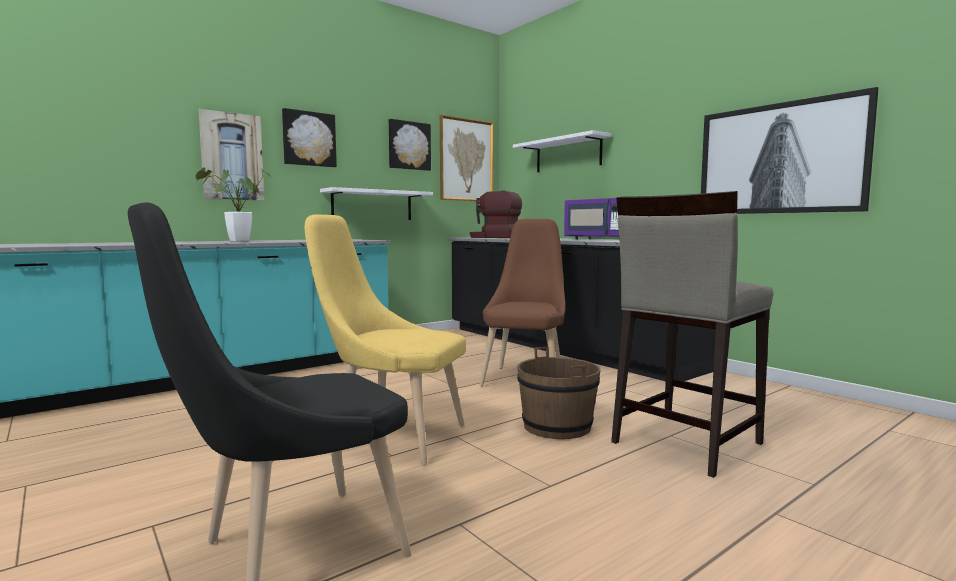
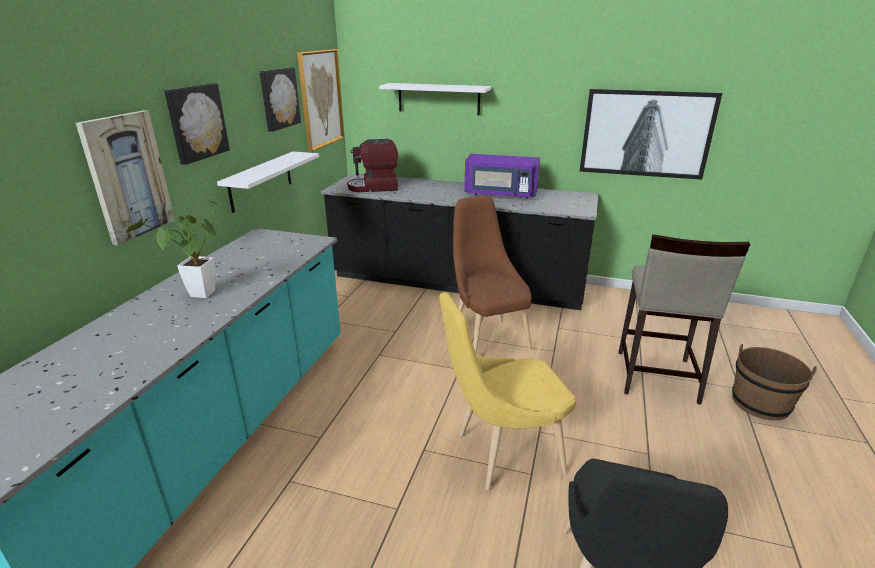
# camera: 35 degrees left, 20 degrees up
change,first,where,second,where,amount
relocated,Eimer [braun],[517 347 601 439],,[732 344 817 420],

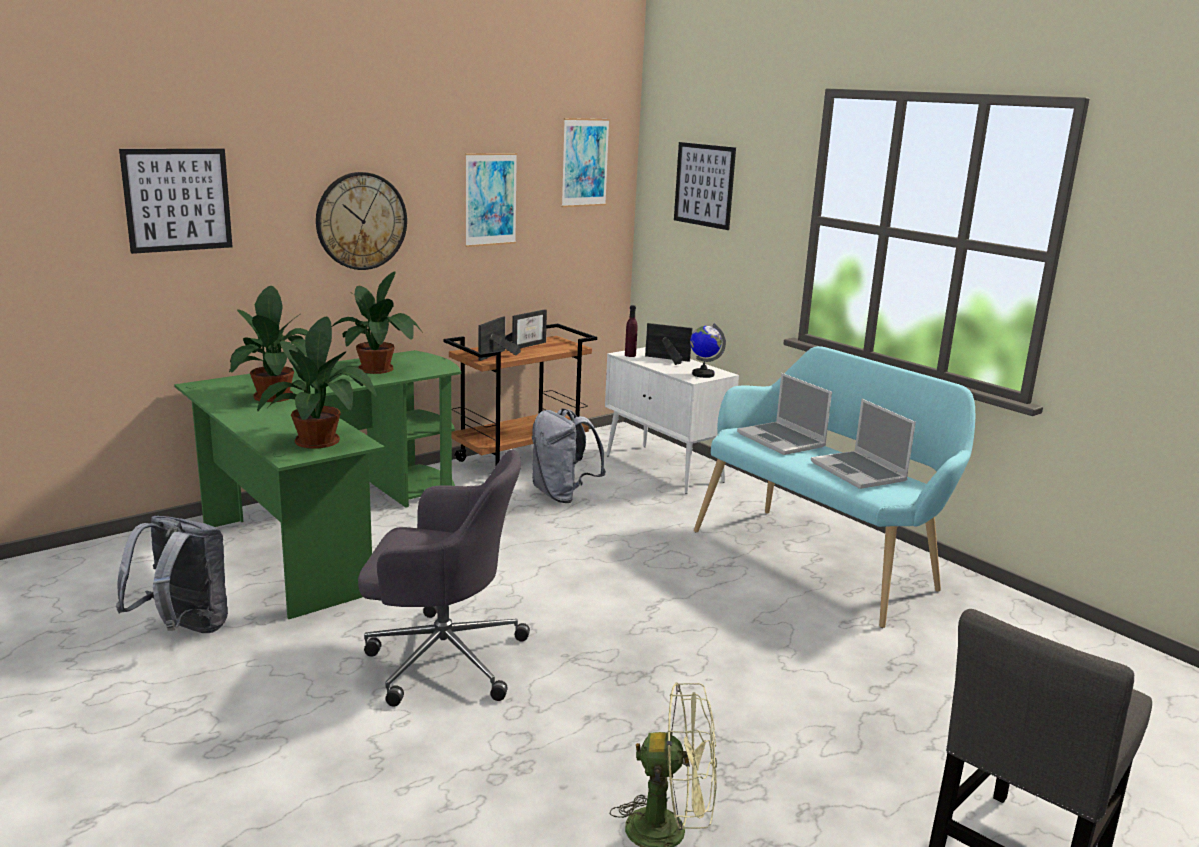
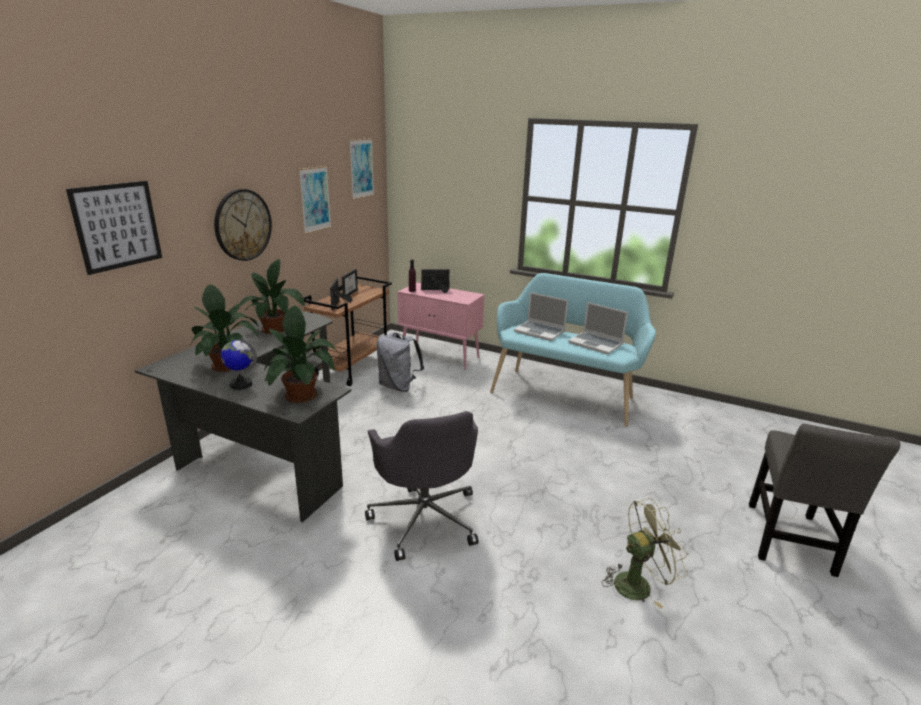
# camera: 25 degrees left, 5 degrees up
change,first,where,second,where,amount
missing,Rucksack [grau],[116 516 228 633],,,
missing,Bild,[674 142 736 230],,,
relocated,Globus,[690 323 726 378],,[221 338 257 390],
colour,Schreibtisch [grün],[174 350 461 619],Schreibtisch [schwarz],[135 311 351 522],
colour,Schrank [weiß],[605 347 739 494],Schrank [rosa],[397 282 484 370],
spun,Bürostuhl [grau],[358 450 530 707],,[365 411 478 561],90 degrees clockwise

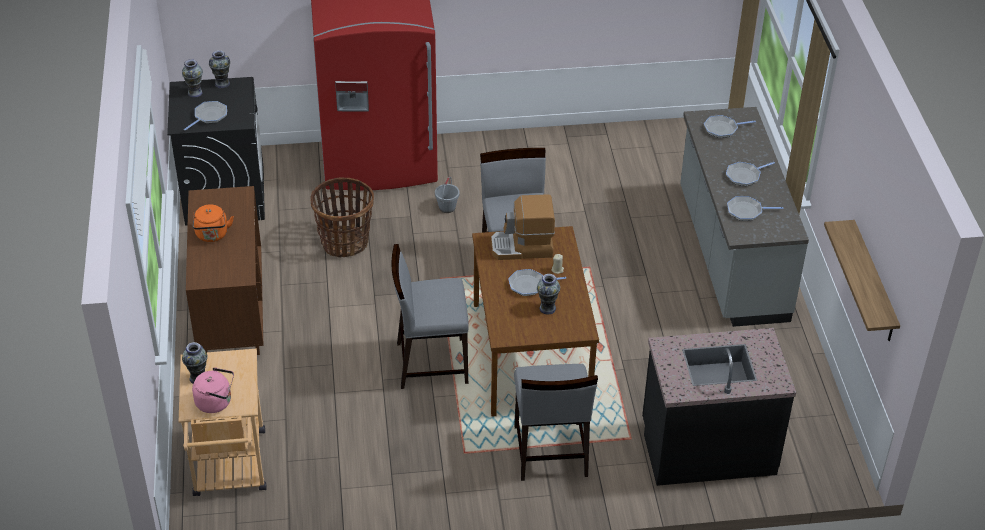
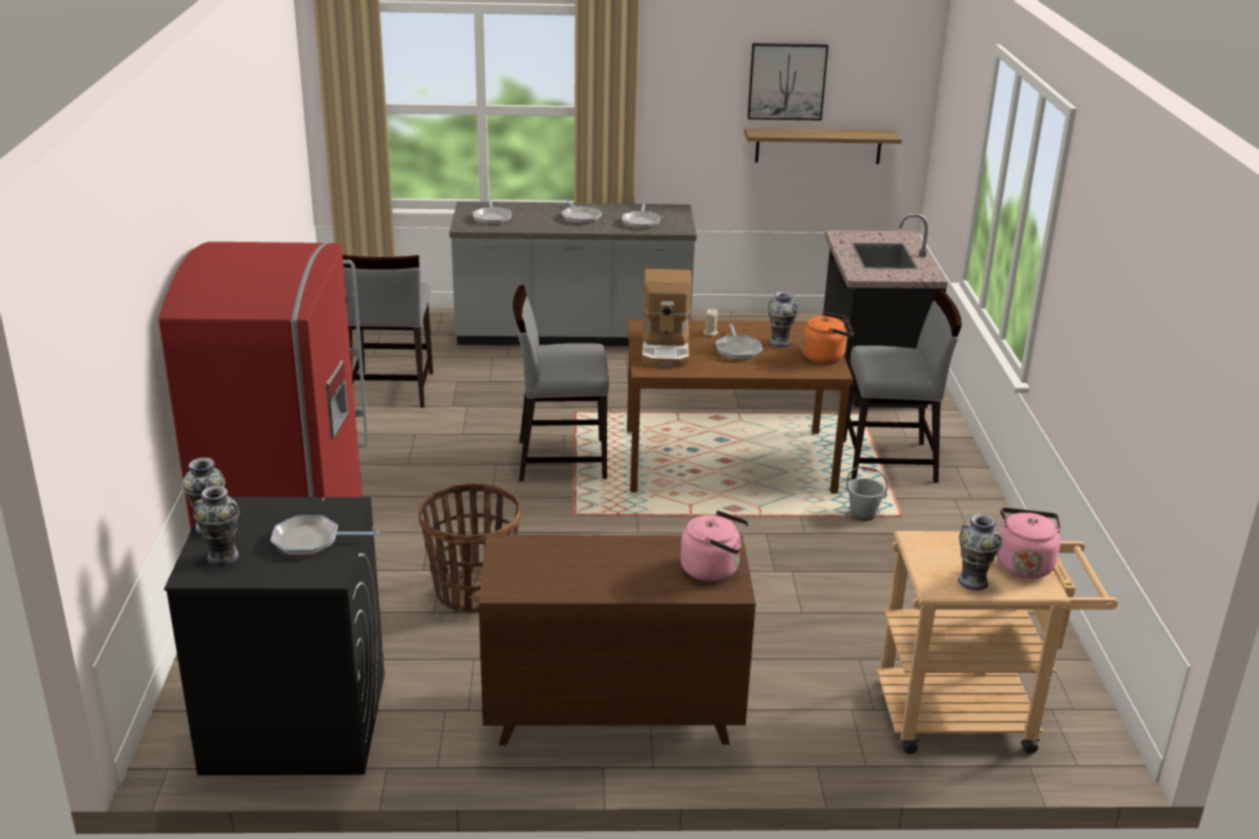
# camera: 85 degrees left, 15 degrees down
change,first,where,second,where,amount
appeared,,,Wasserkessel [rosa],[680 511 749 581],
appeared,,,Bild,[747 43 829 121],
relocated,Wasserkessel [orange],[193 204 234 242],,[802 312 854 363],
relocated,Stuhl [grau],[392 244 469 389],,[343 255 433 408],
relocated,Eimer [grau],[435 177 460 213],,[846 466 888 521],
spun,Pfanne,[184 101 227 130],,[270 515 378 555],45 degrees counterclockwise

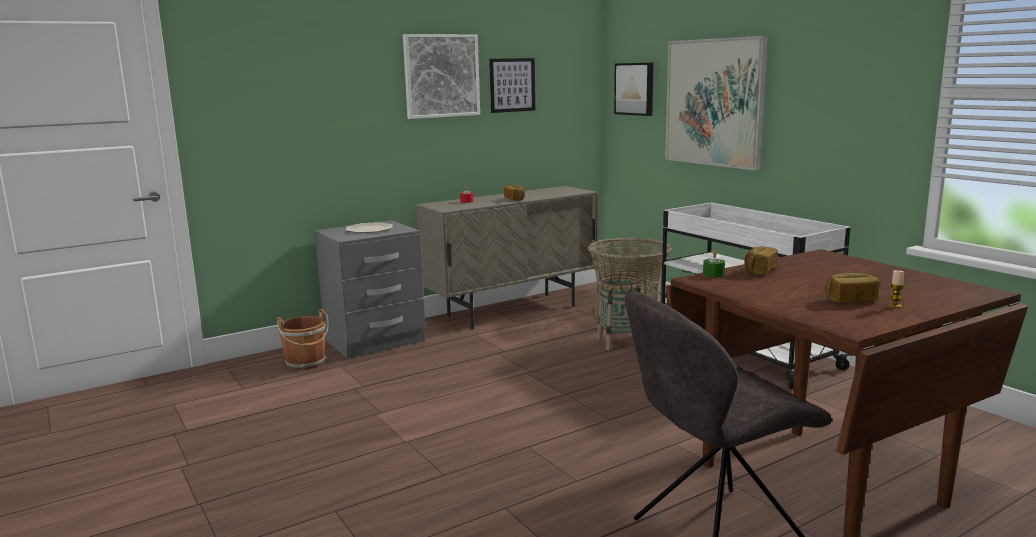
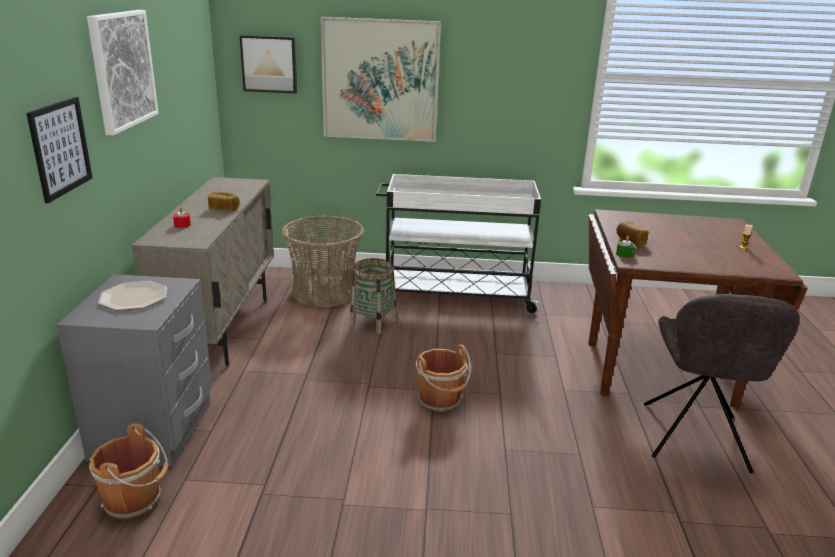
# camera: 55 degrees left, 10 degrees up
change,first,where,second,where,amount
missing,Brot,[825 273 879 302],,,
appeared,,,Eimer [braun],[416 344 471 412],
relocated,Bild,[489 58 535 113],,[26 97 92 203],

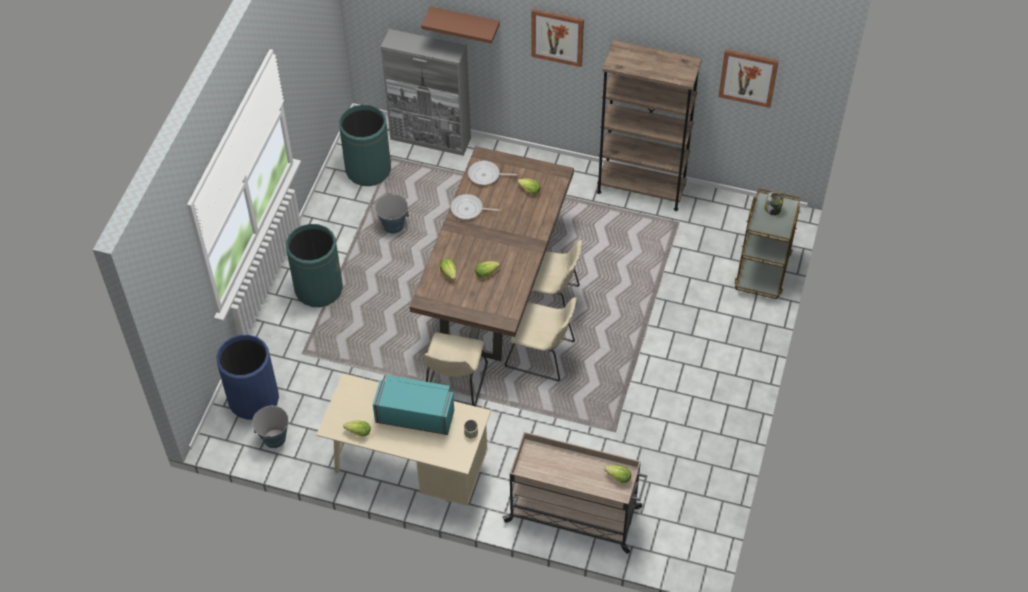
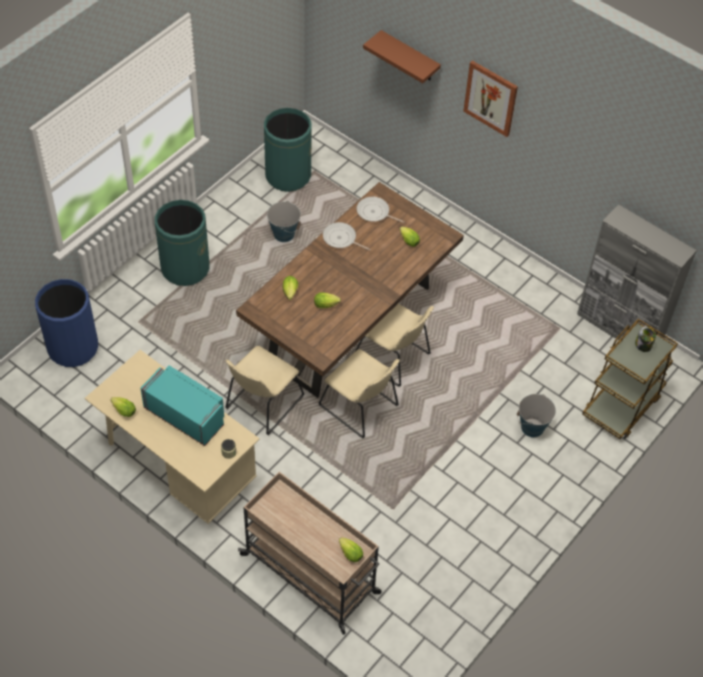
# camera: 20 degrees right, 0 degrees up
change,first,where,second,where,amount
missing,Bücherregal [braun],[597 40 702 211],,,
missing,Bild,[718 49 779 108],,,
relocated,Eimer,[252 405 289 448],,[517 394 556 438],
relocated,Schrank [grau],[381 29 471 156],,[577 204 697 341],

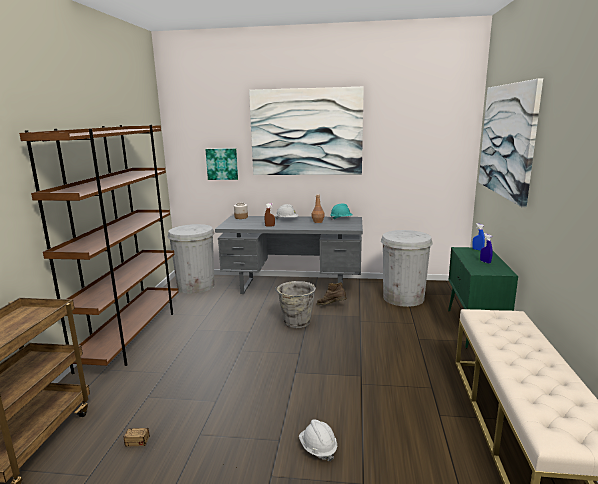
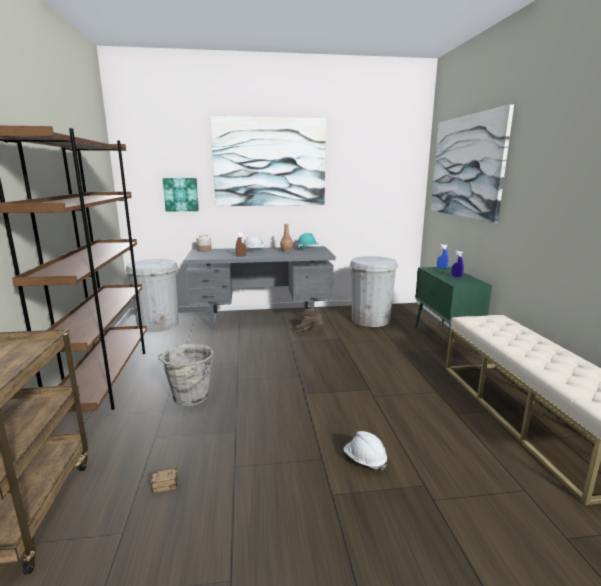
# camera: 15 degrees left, 0 degrees up
change,first,where,second,where,amount
relocated,Eimer [grau],[275 281 316 328],,[158 344 213 406],

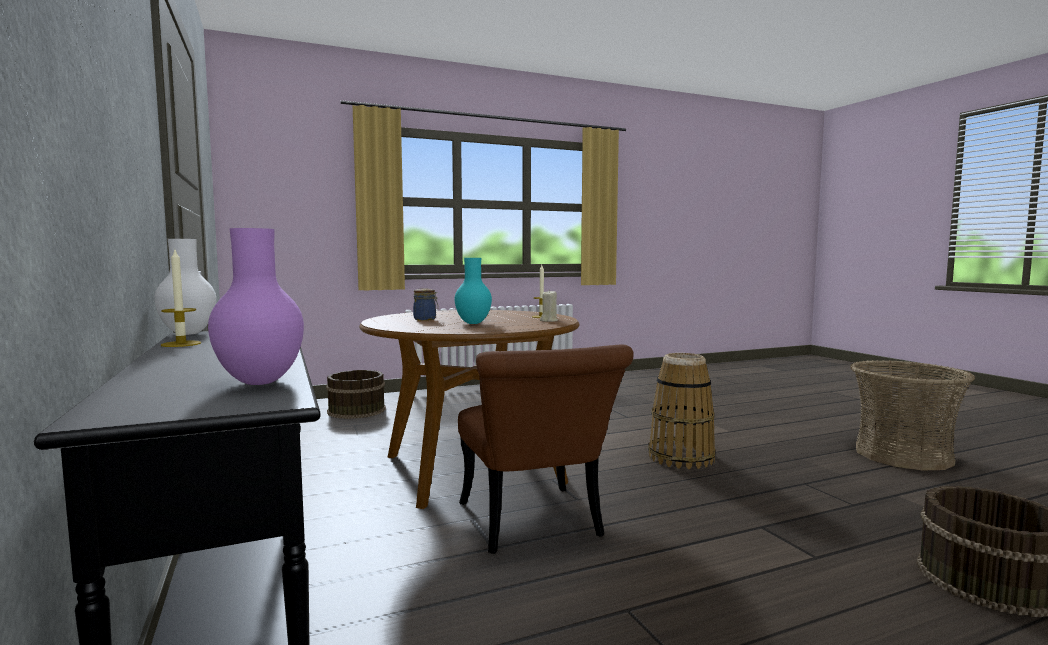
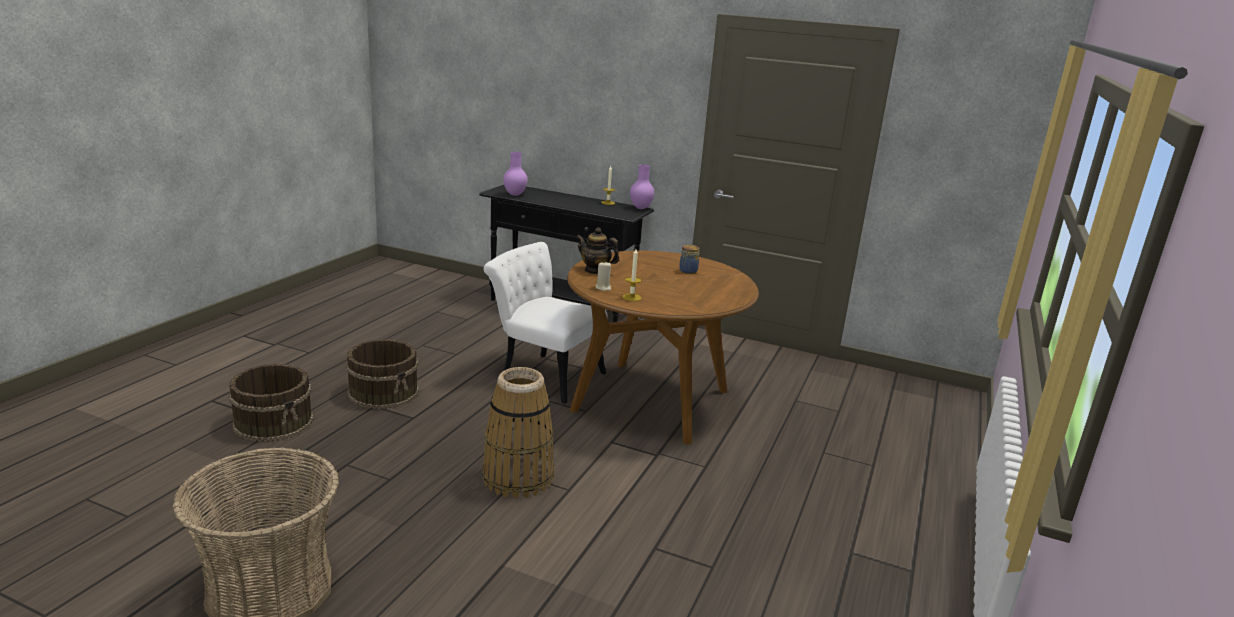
# camera: 135 degrees right, 15 degrees up
change,first,where,second,where,amount
missing,Vase [türkis],[455 258 492 324],,,
appeared,,,Teekanne,[576 227 619 274],
relocated,Eimer [braun],[326 370 386 419],,[346 339 419 409],
colour,Vase [weiß],[154 239 216 335],Vase [lila],[630 164 654 209],
colour,Stuhl [braun],[458 345 634 554],Stuhl [weiß],[484 242 608 404],

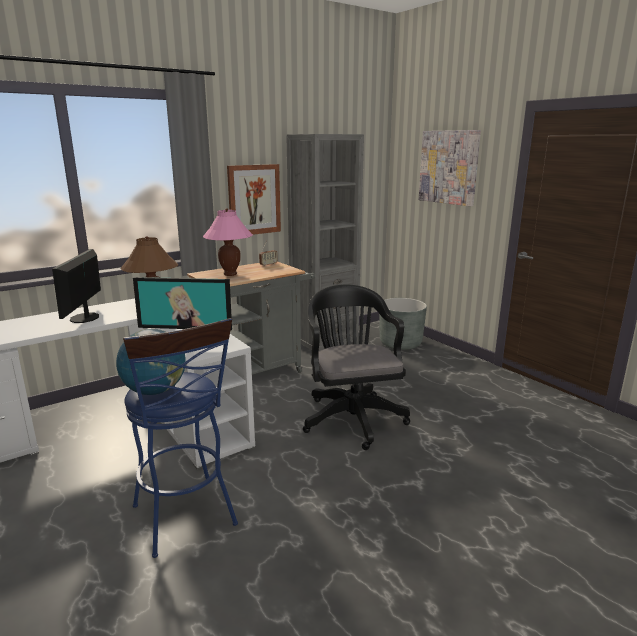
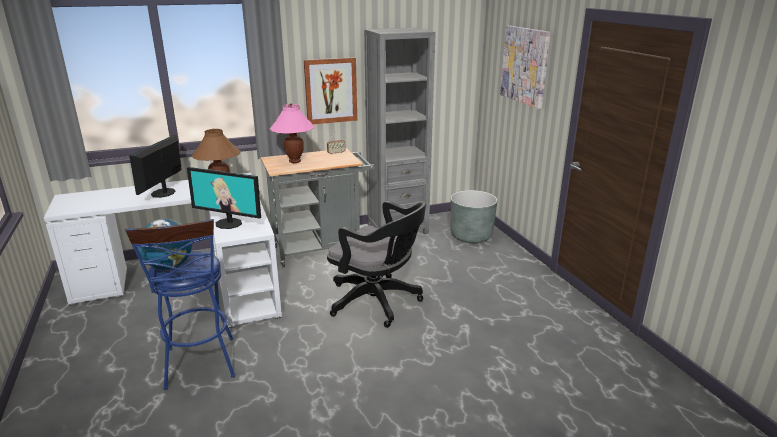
# camera: 15 degrees right, 5 degrees up
change,first,where,second,where,amount
spun,Bürostuhl [schwarz],[303 284 410 450],,[327 201 426 328],120 degrees clockwise

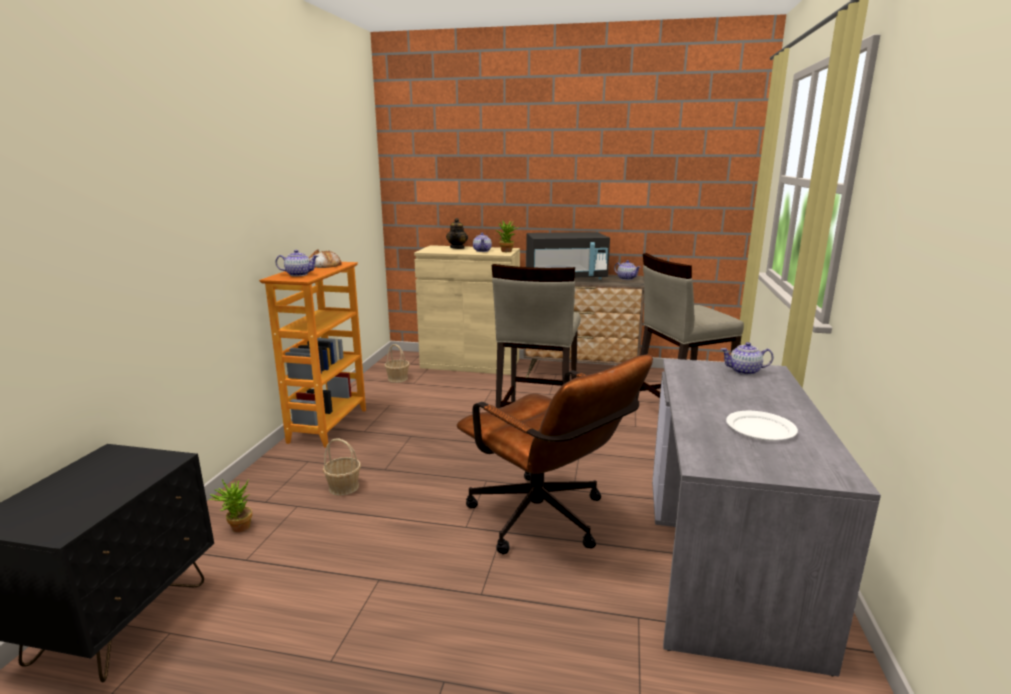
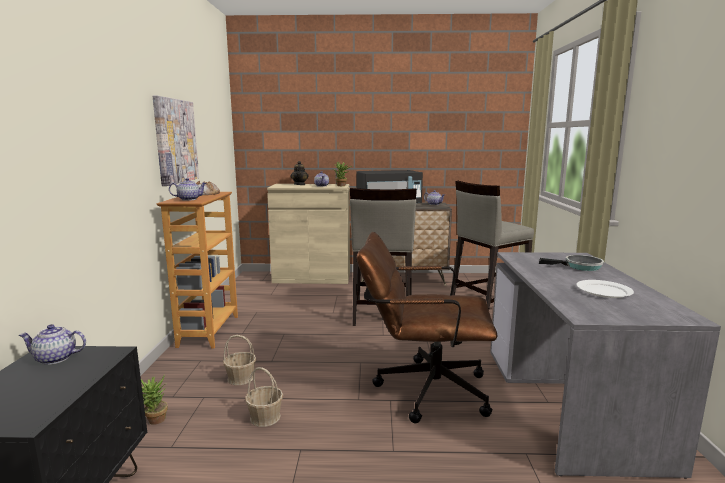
# camera: 10 degrees left, 5 degrees down
change,first,where,second,where,amount
appeared,,,Bild,[153 96 199 186],
appeared,,,Pfanne,[539 255 604 271],
relocated,Korb,[385 344 410 383],,[245 367 283 427],
relocated,Teekanne,[721 342 774 375],,[19 324 86 365],
spun,Bürostuhl [braun],[457 355 653 554],,[356 232 497 423],150 degrees clockwise

